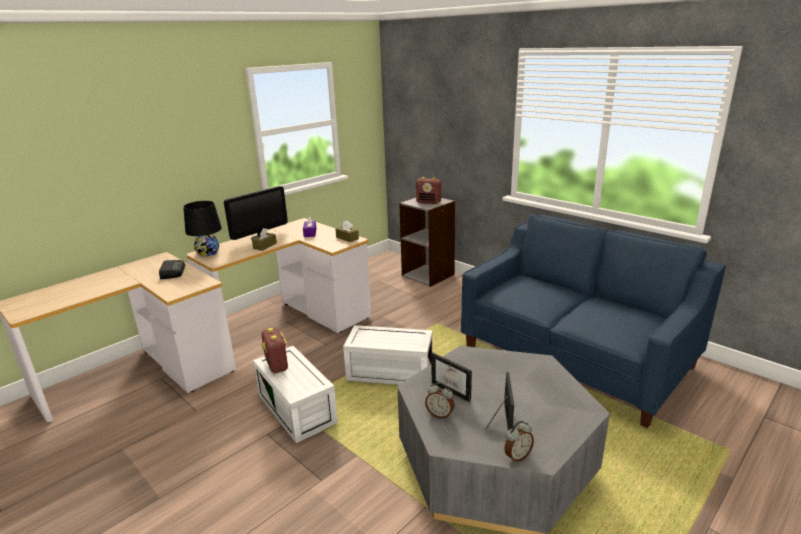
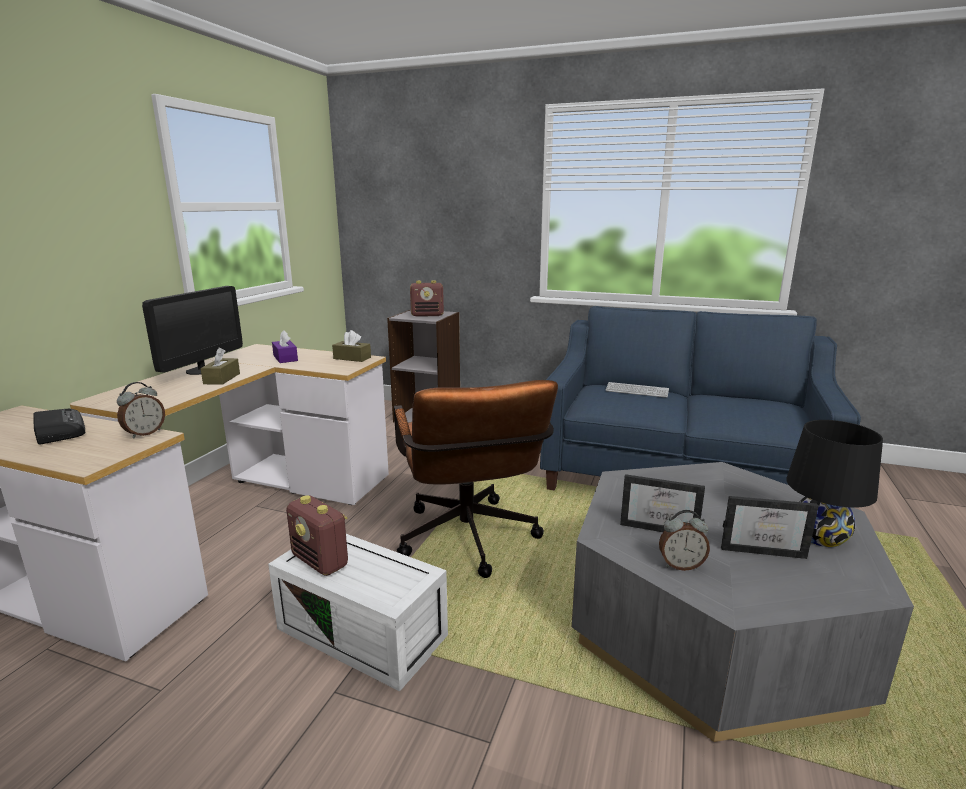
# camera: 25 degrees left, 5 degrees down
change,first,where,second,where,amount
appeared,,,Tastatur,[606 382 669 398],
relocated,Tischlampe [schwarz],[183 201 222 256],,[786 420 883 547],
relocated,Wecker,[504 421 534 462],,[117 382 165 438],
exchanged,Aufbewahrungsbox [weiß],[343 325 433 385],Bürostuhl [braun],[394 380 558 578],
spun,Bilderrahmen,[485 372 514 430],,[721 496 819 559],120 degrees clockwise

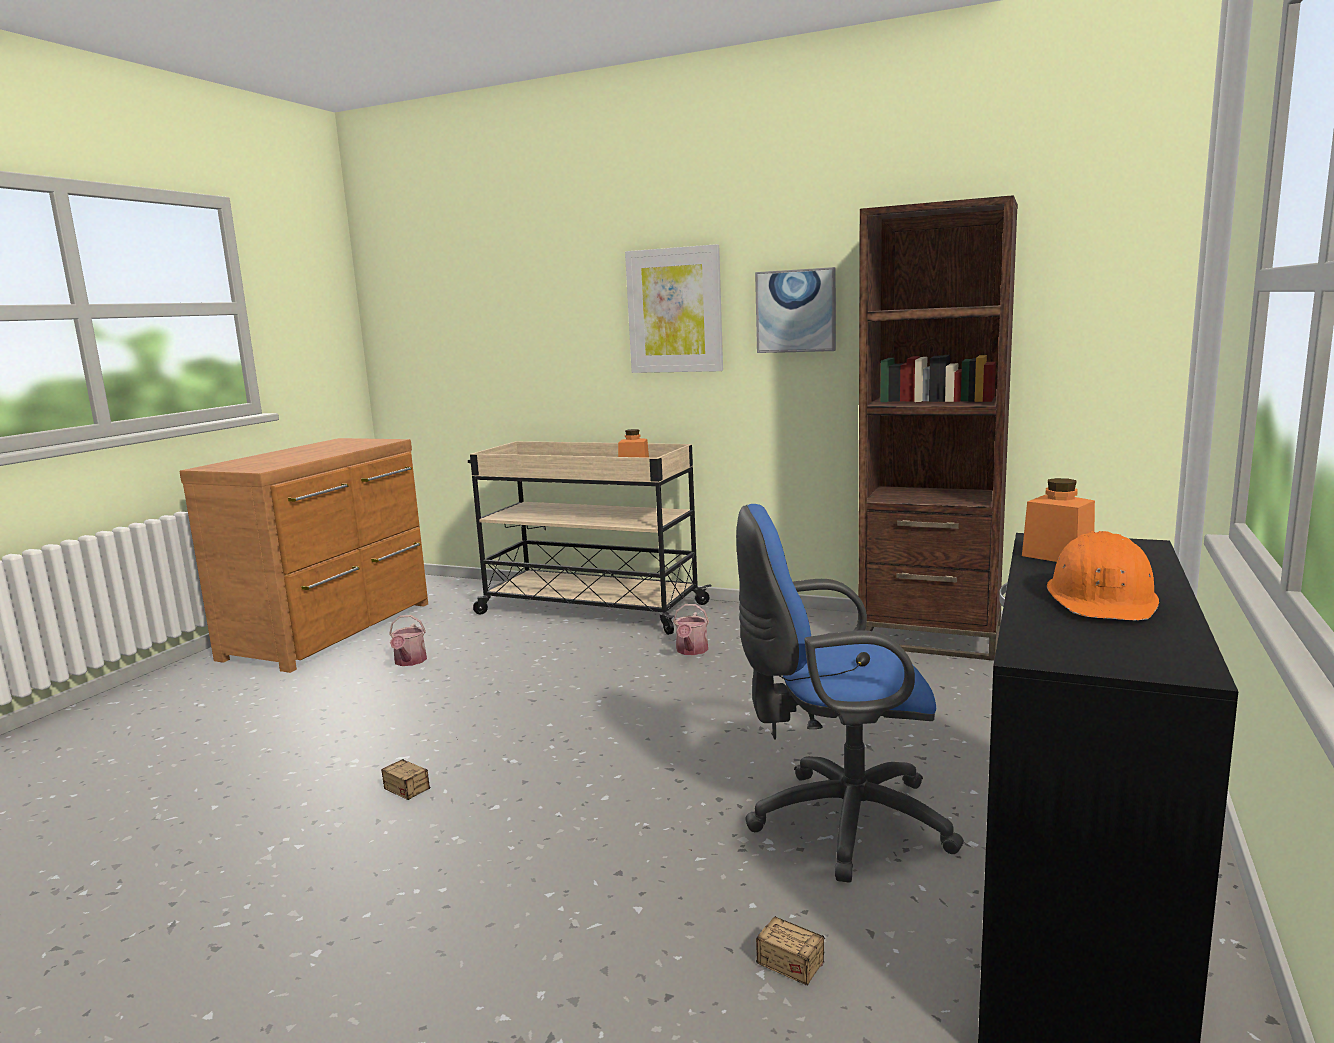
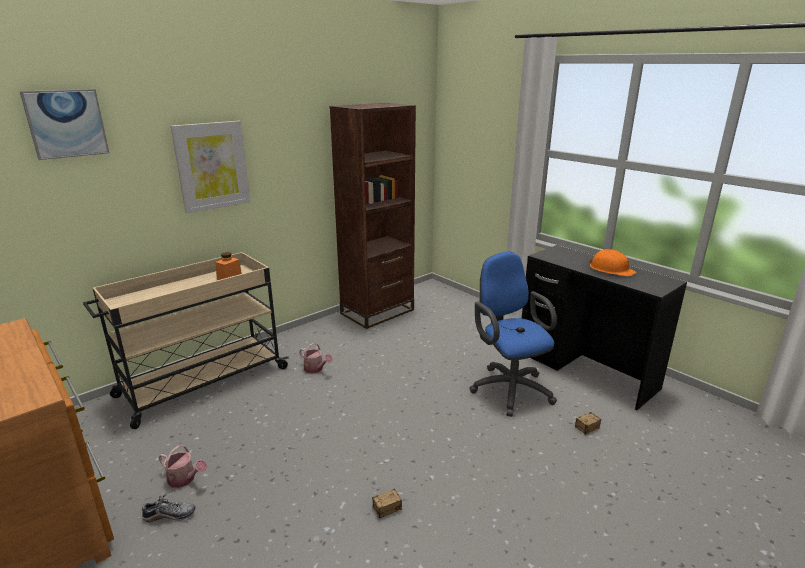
# camera: 65 degrees left, 10 degrees up
change,first,where,second,where,amount
missing,Vorratsglas [orange],[1022 478 1095 562],,,
appeared,,,Schuh,[141 491 195 523],
relocated,Bild,[755 267 836 353],,[20 89 110 160],
spun,Bürostuhl [blau],[736 504 964 882],,[469 252 557 417],135 degrees clockwise

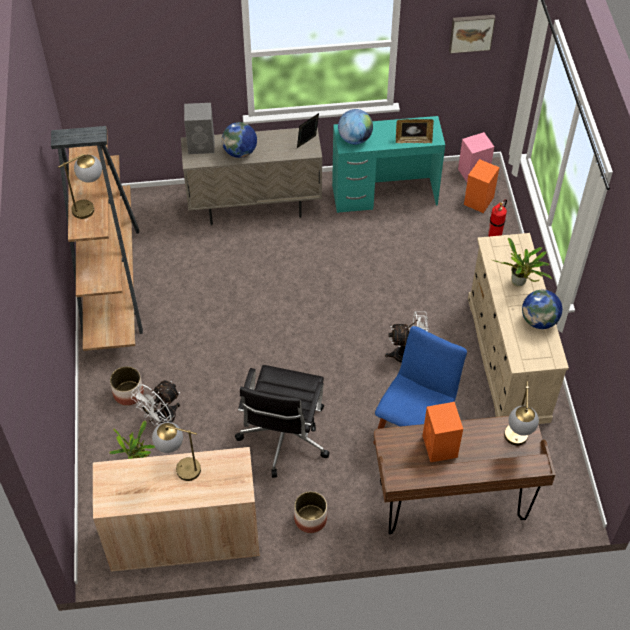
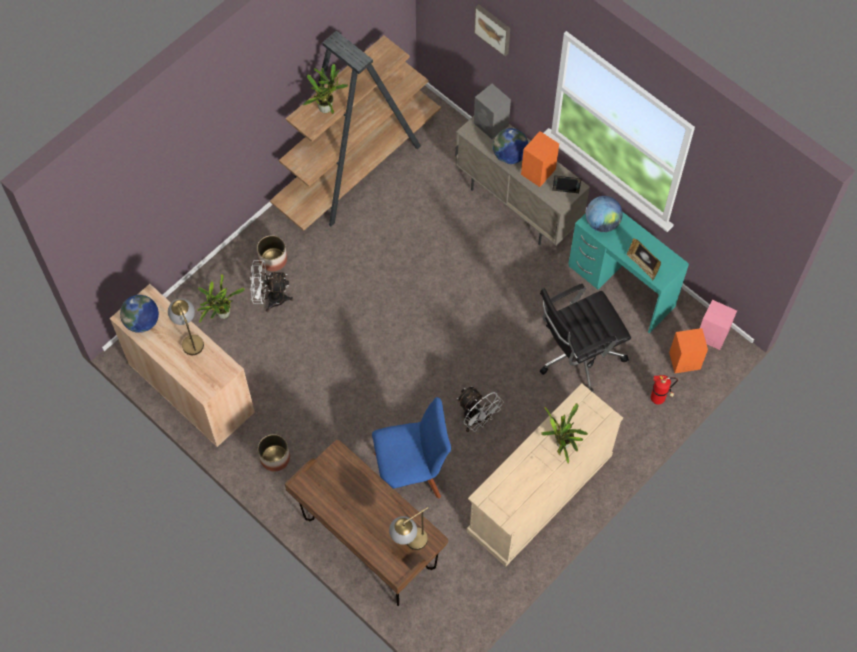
# camera: 50 degrees right, 10 degrees up
change,first,where,second,where,amount
relocated,Bürostuhl [schwarz],[235 365 330 478],,[540 284 631 393],
relocated,Lautsprecher [orange],[423 402 463 463],,[521 131 559 187],
relocated,Bild,[449 15 496 54],,[474 4 510 57],
relocated,Globus,[522 290 562 329],,[120 295 159 333],
exchanged,Tischlampe,[58 154 102 219],Topfpflanze,[303 64 348 114],

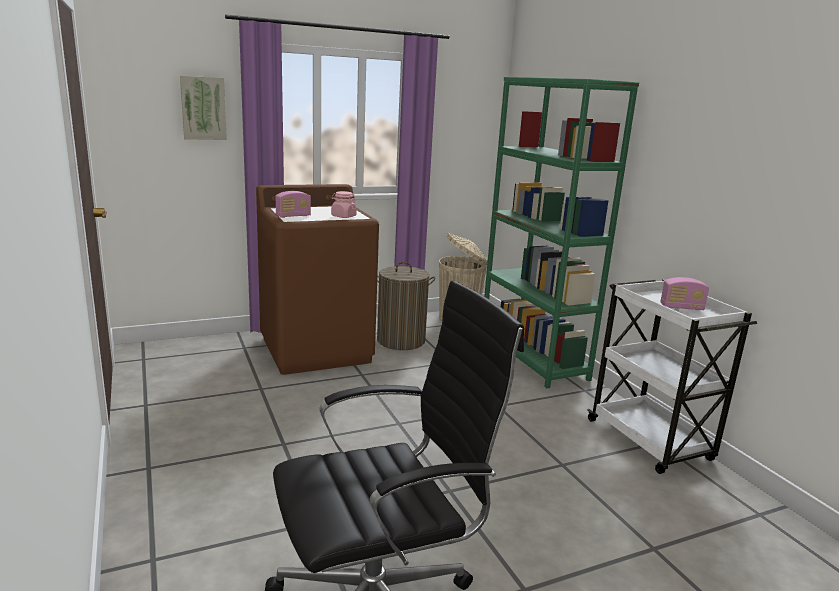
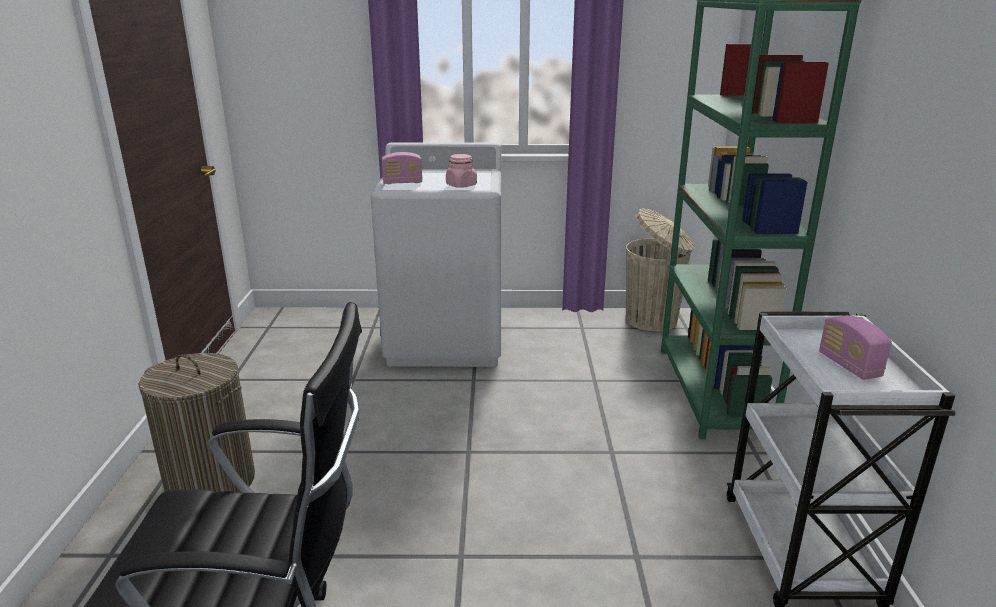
# camera: 25 degrees right, 5 degrees up
change,first,where,second,where,amount
missing,Bild,[180 76 227 140],,,
relocated,Wäschekorb,[377 262 435 350],,[138 353 255 492],
colour,Waschmaschine [braun],[256 184 379 375],Waschmaschine [weiß],[371 142 501 367],
spun,Radio,[660 277 709 310],,[819 315 892 380],45 degrees clockwise

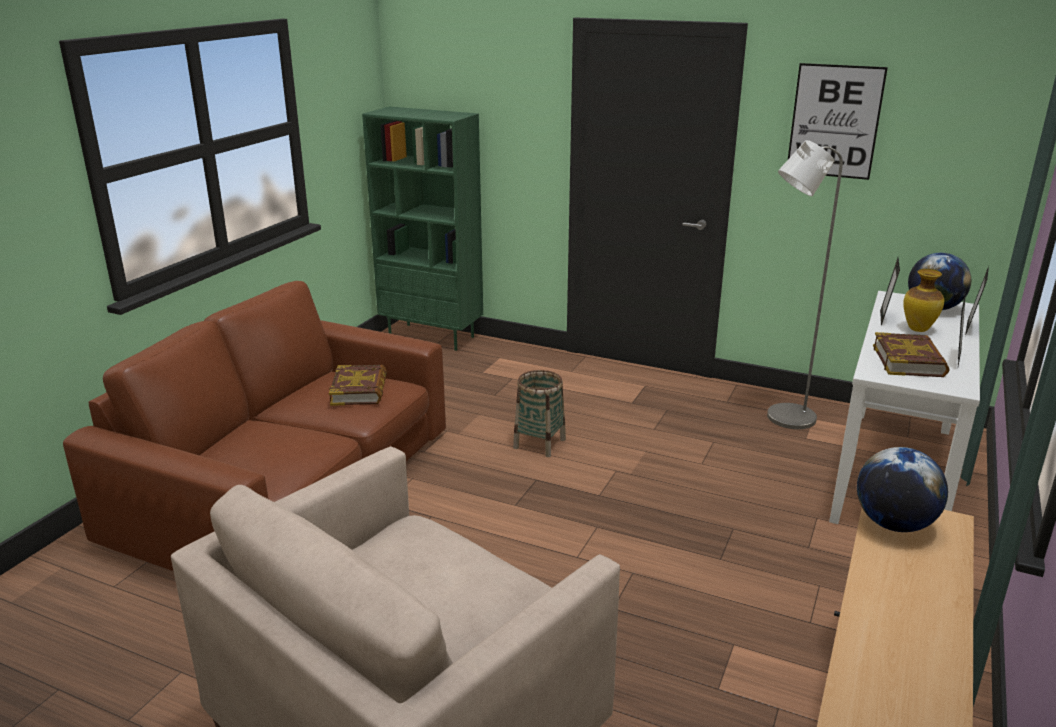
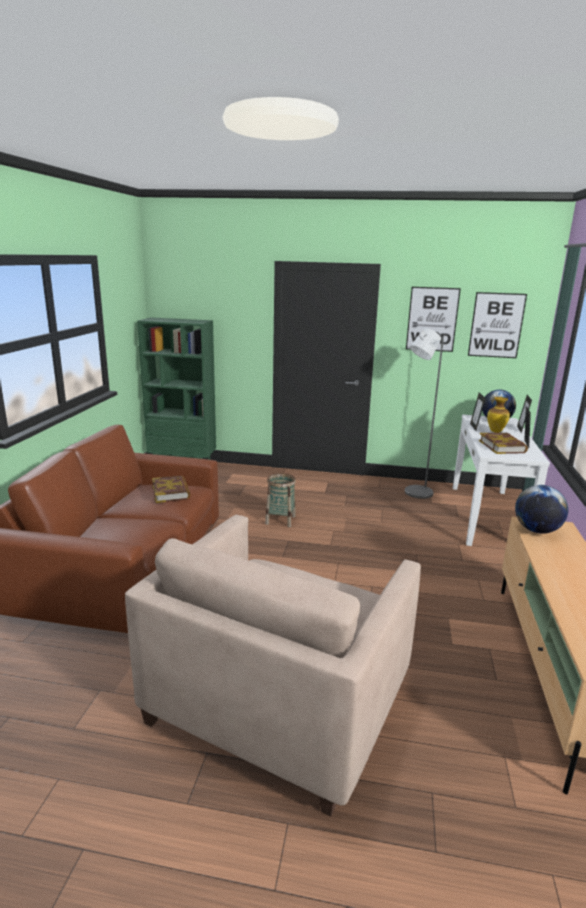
# camera: 15 degrees left, 5 degrees down
change,first,where,second,where,amount
appeared,,,Bild,[468 292 527 358],

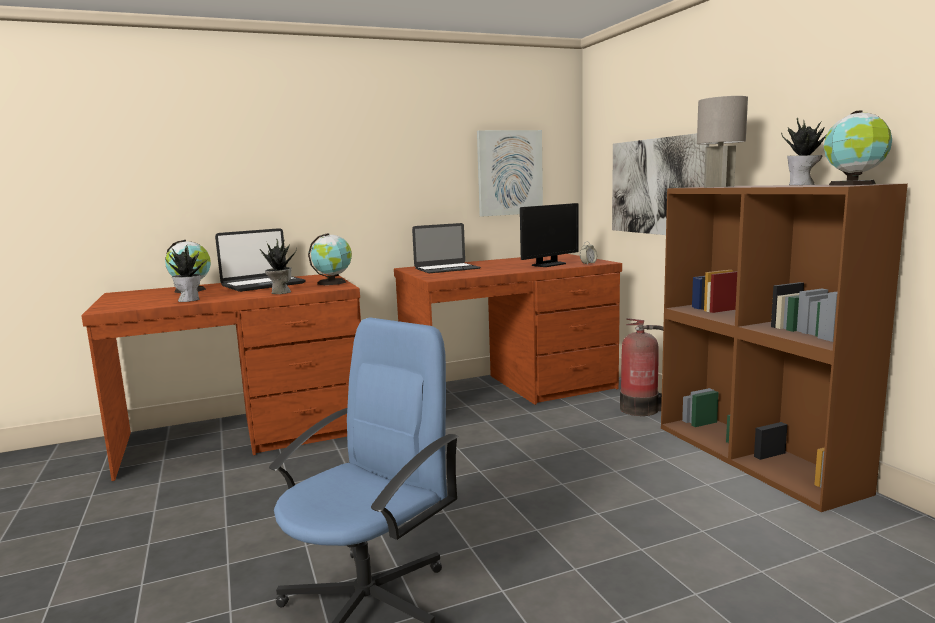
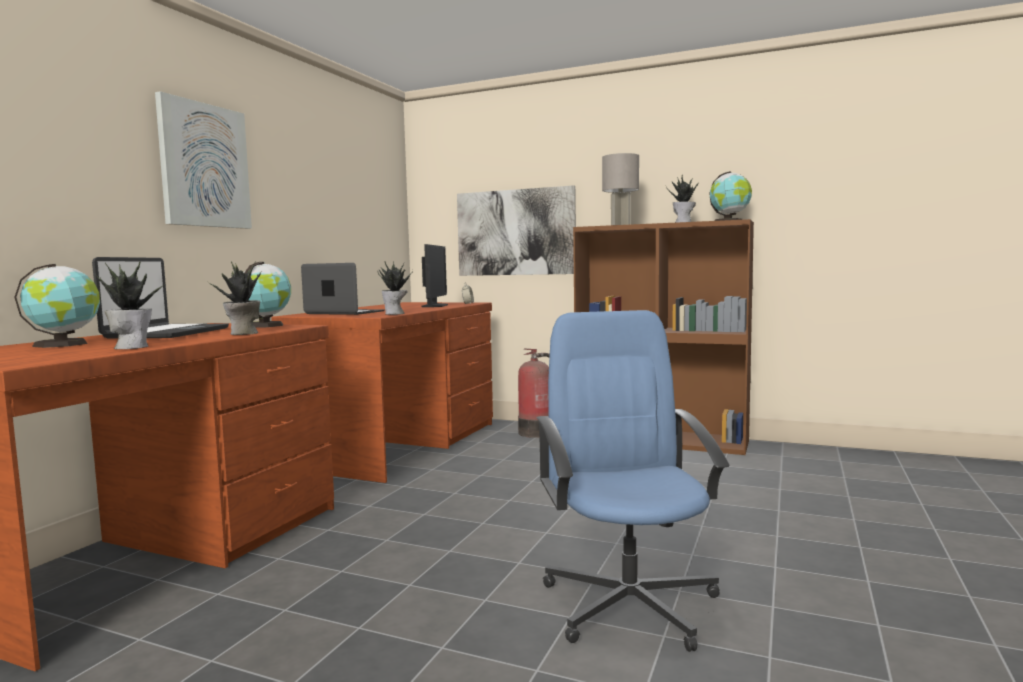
# camera: 45 degrees left, 5 degrees down
change,first,where,second,where,amount
appeared,,,Topfpflanze,[377 261 413 315],
relocated,Bild,[477 130 543 217],,[155 91 252 229],
spun,Laptop,[412 223 481 273],,[301 263 384 315],90 degrees counterclockwise

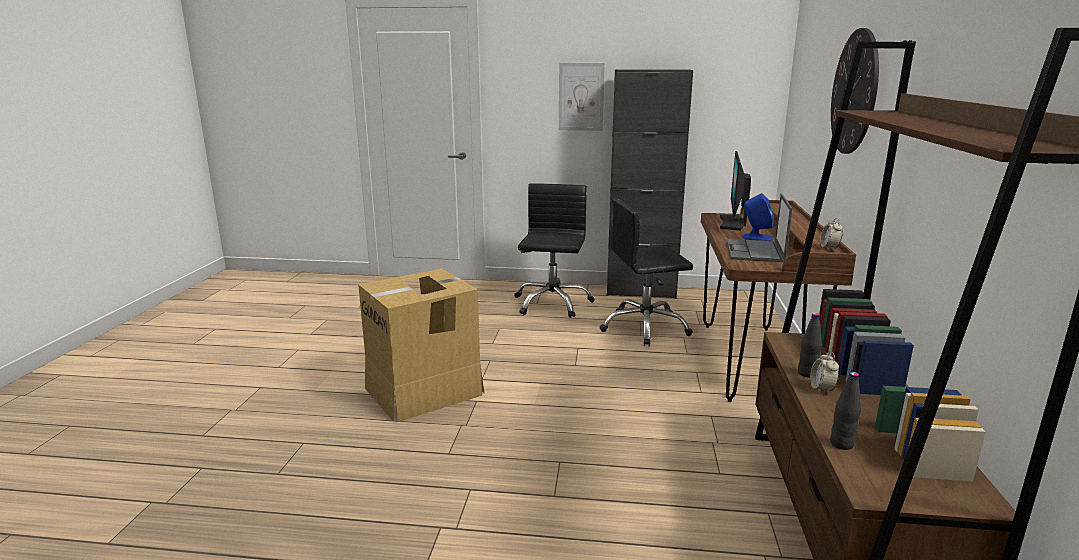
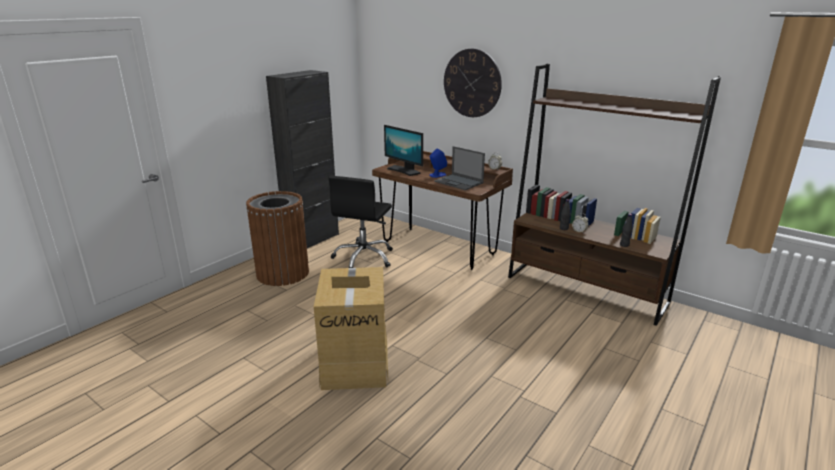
# camera: 60 degrees left, 5 degrees up
change,first,where,second,where,amount
missing,Bild,[559 63 605 131],,,
exchanged,Bürostuhl [schwarz],[514 184 595 318],Mülleimer [braun],[246 191 309 286],

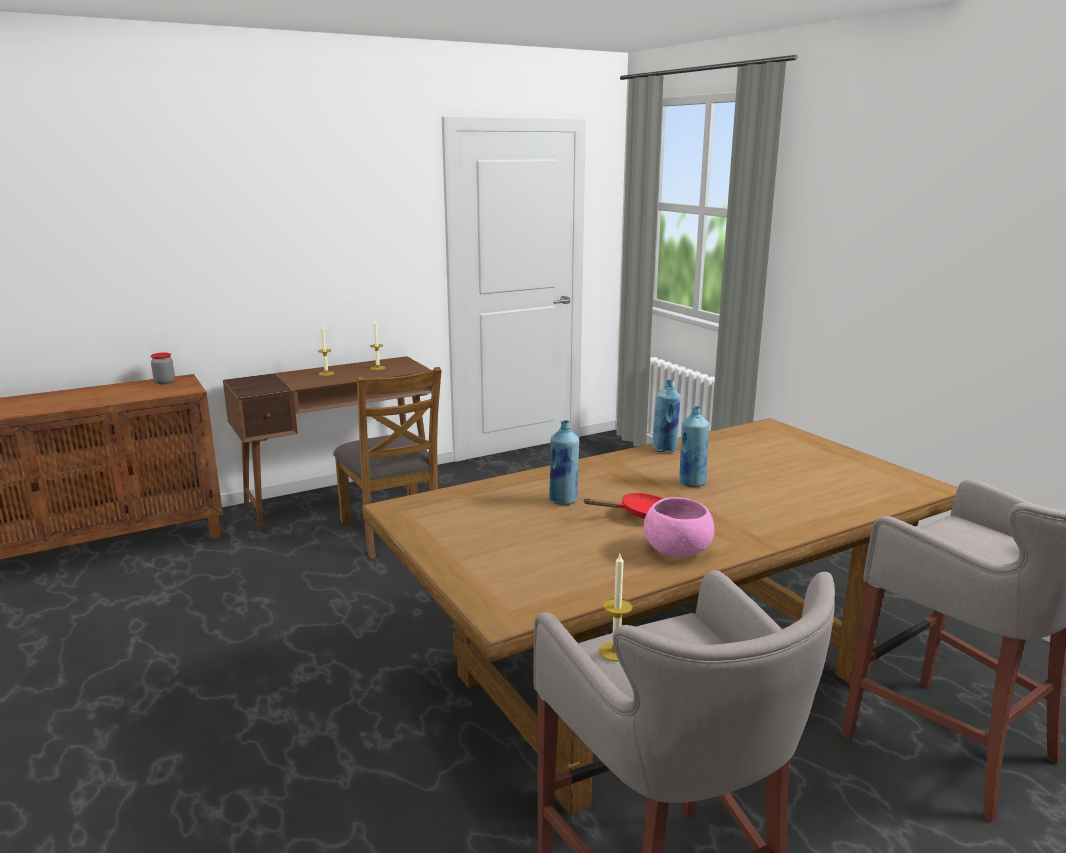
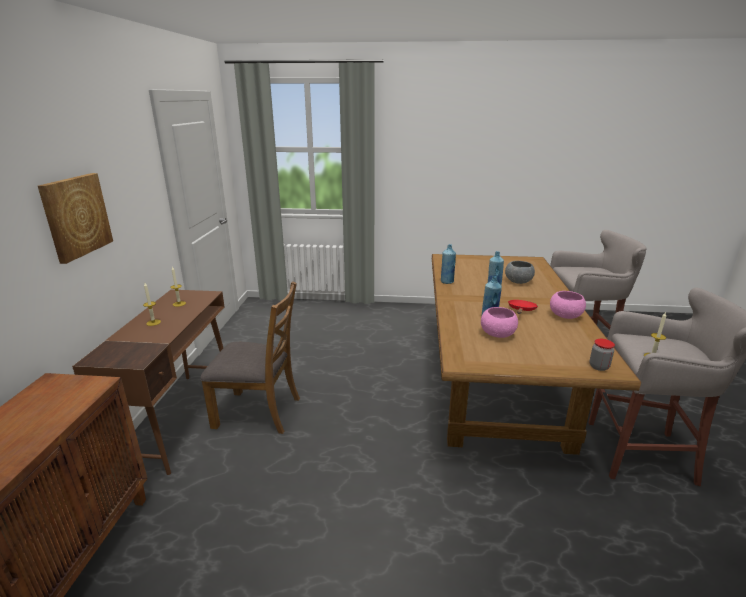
# camera: 55 degrees left, 5 degrees up
change,first,where,second,where,amount
appeared,,,Bild,[38 173 113 264],
appeared,,,Schüssel [rosa],[481 307 518 338],
appeared,,,Schüssel [grau],[505 261 535 284],
relocated,Vorratsglas,[151 353 175 384],,[589 339 615 371],

